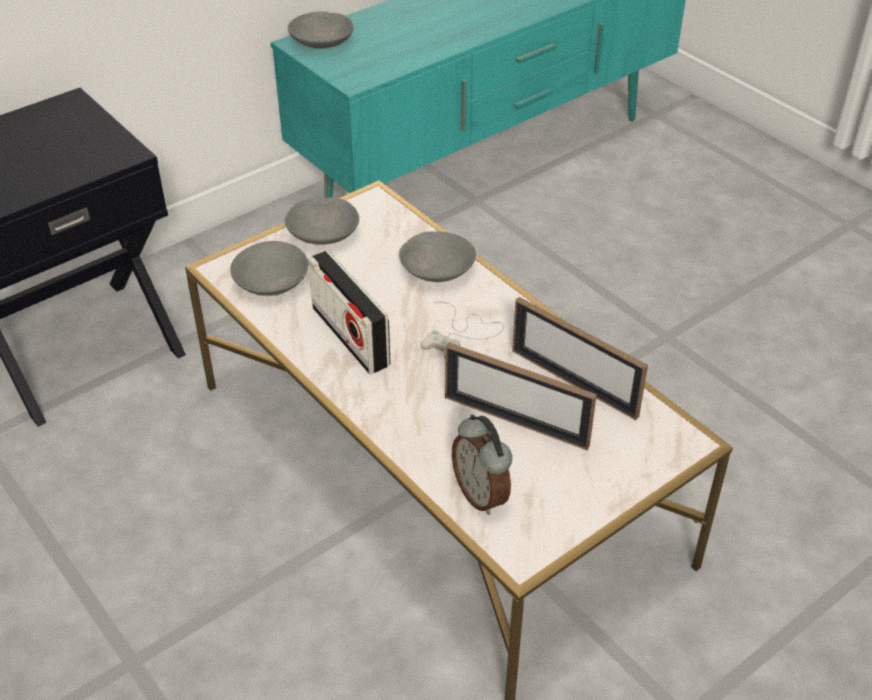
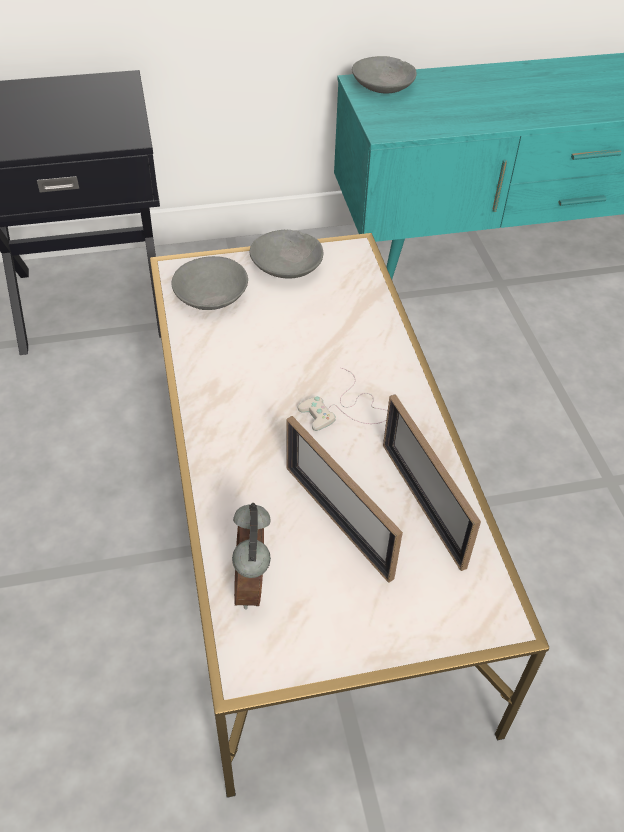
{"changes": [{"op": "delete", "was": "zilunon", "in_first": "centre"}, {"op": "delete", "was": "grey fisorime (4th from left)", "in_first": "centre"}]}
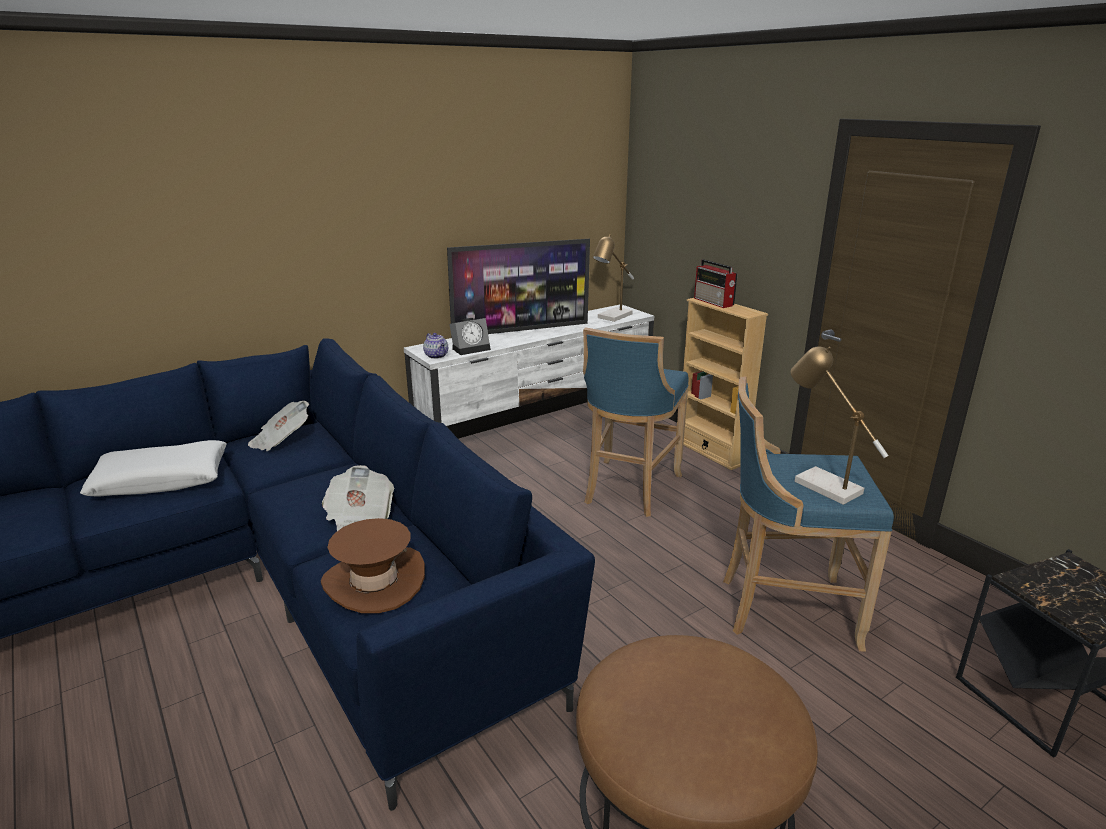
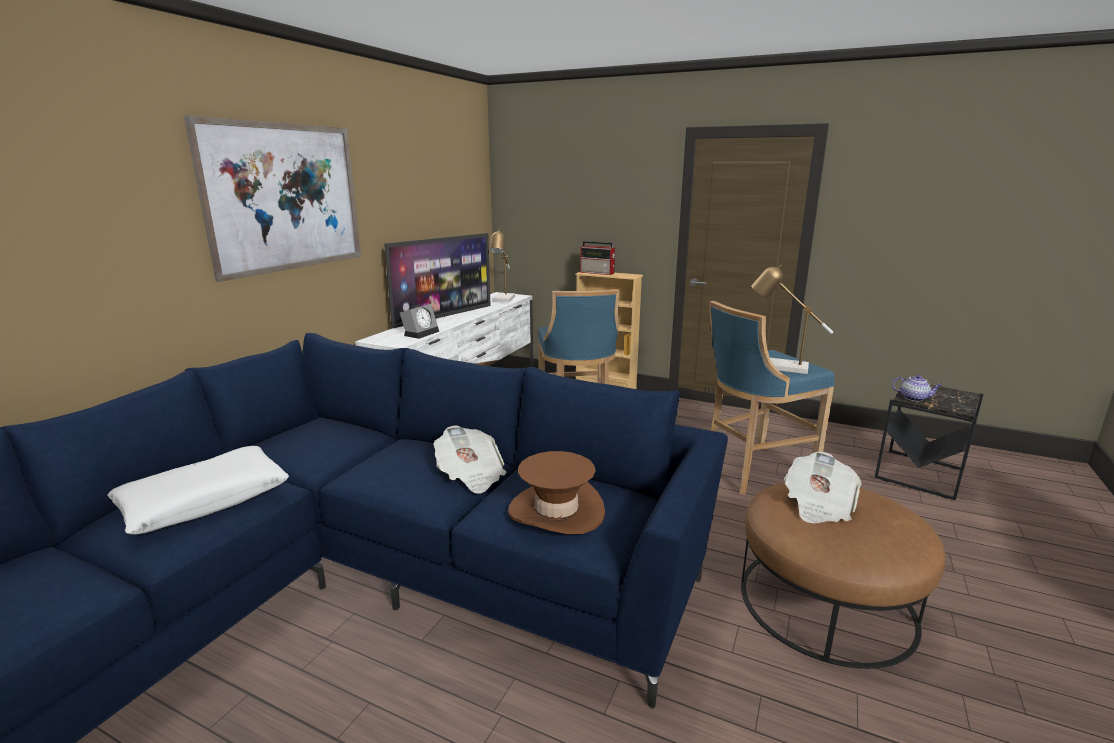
{"changes": [{"op": "insert", "now": "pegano", "in_second": "top left"}, {"op": "move", "was": "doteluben (1st from left in the first image)", "now": "doteluben (2nd from left)", "in_first": "middle left", "in_second": "middle right"}, {"op": "move", "was": "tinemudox", "in_first": "centre", "in_second": "middle right"}]}
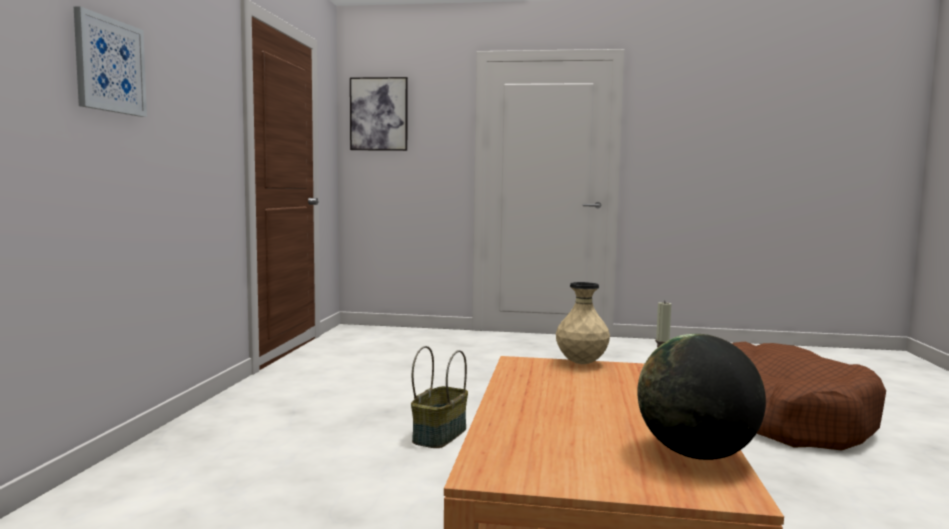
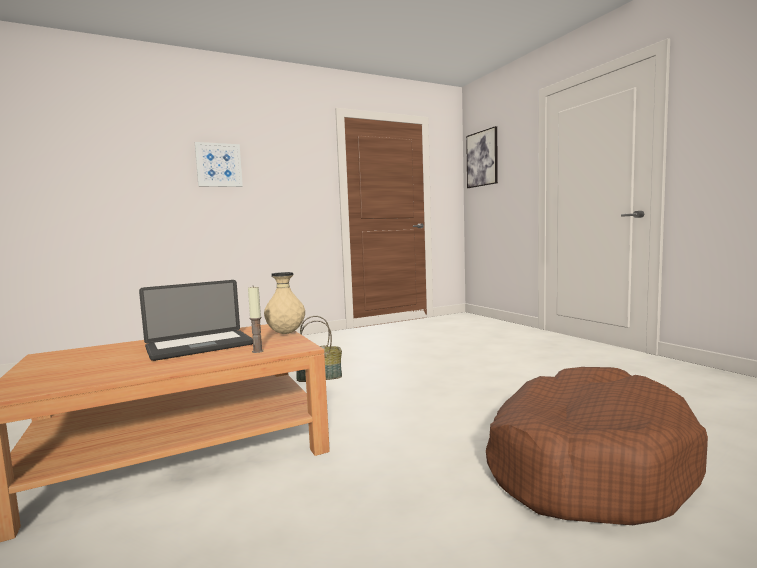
{"changes": [{"op": "insert", "now": "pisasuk", "in_second": "middle left"}, {"op": "delete", "was": "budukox", "in_first": "bottom right"}]}
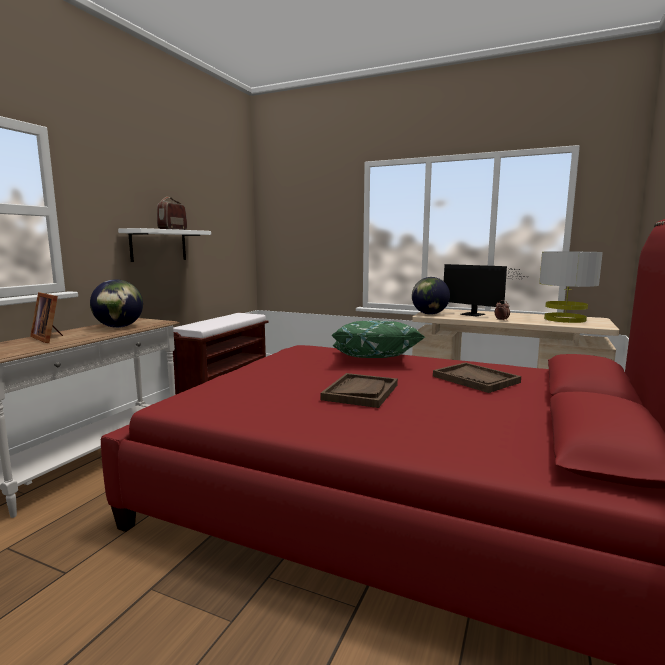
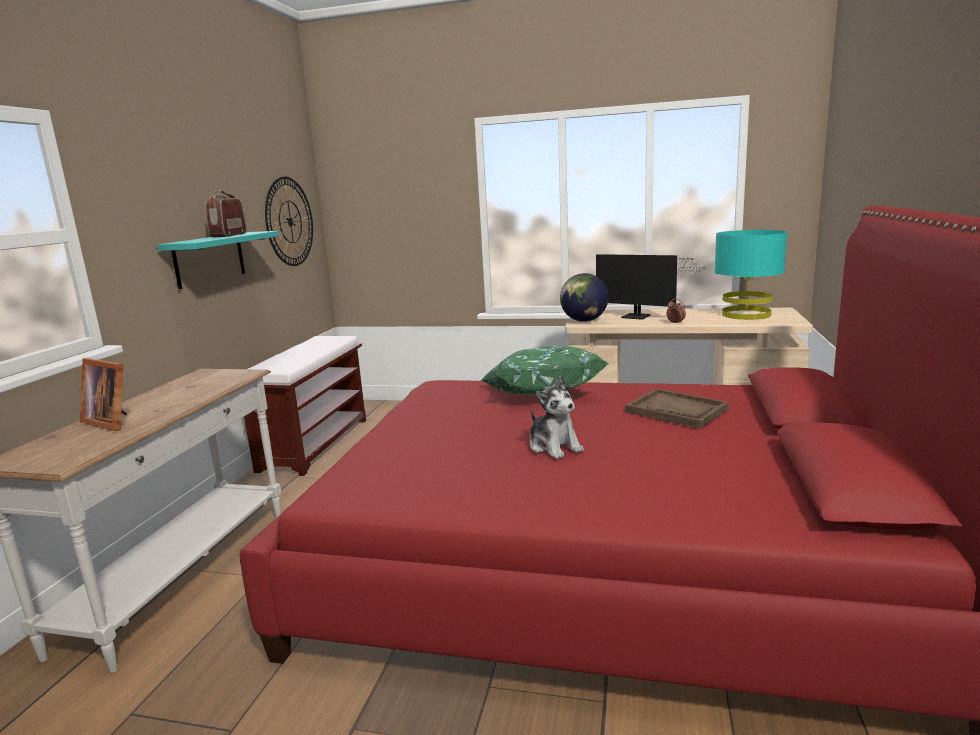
{"changes": [{"op": "recolor", "was": "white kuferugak", "now": "turquoise kuferugak", "in_first": "middle left", "in_second": "middle left"}, {"op": "insert", "now": "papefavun", "in_second": "top left"}, {"op": "replace", "was": "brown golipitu (1st from left)", "now": "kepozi", "in_first": "centre", "in_second": "centre"}, {"op": "recolor", "was": "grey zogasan", "now": "turquoise zogasan", "in_first": "middle right", "in_second": "middle right"}, {"op": "delete", "was": "budukox (1st from left)", "in_first": "middle left"}]}
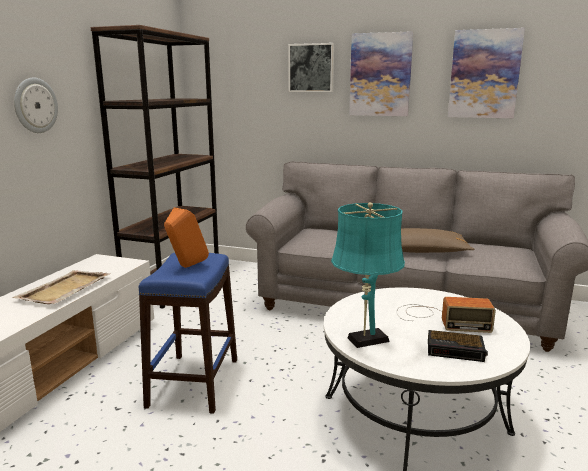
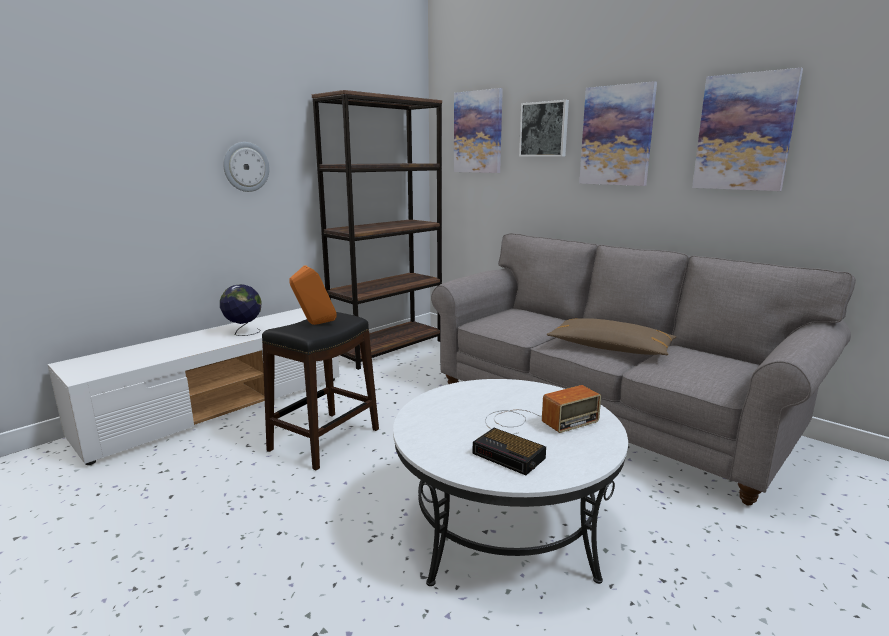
{"changes": [{"op": "replace", "was": "beige golipitu", "now": "budukox", "in_first": "middle left", "in_second": "middle left"}, {"op": "recolor", "was": "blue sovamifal", "now": "black sovamifal", "in_first": "bottom left", "in_second": "centre"}, {"op": "insert", "now": "pegano (1st from left)", "in_second": "top centre"}, {"op": "rotate", "was": "zilunon", "in_first": "bottom right", "in_second": "centre", "clockwise": -60}, {"op": "delete", "was": "turquoise zogasan", "in_first": "centre"}]}
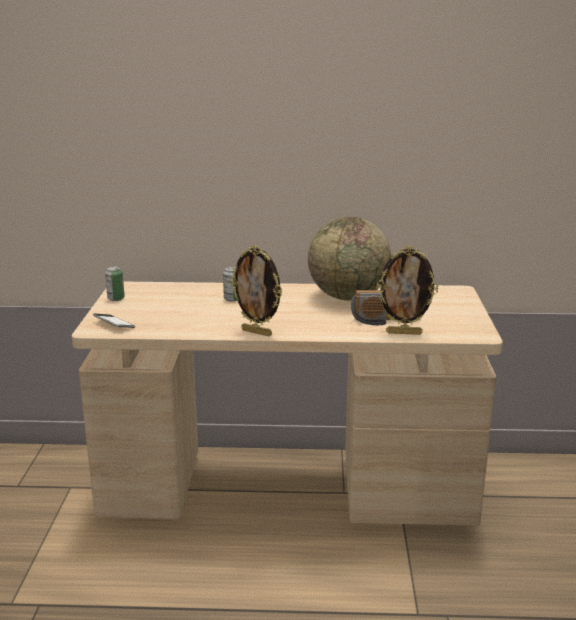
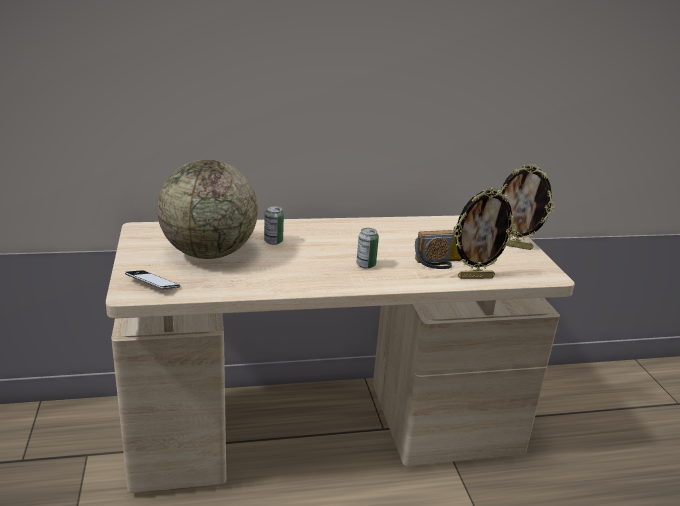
{"changes": [{"op": "move", "was": "budukox", "in_first": "centre", "in_second": "middle left"}, {"op": "move", "was": "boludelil (1st from left in the first image)", "now": "boludelil (2nd from left)", "in_first": "middle left", "in_second": "centre"}, {"op": "move", "was": "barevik (1st from left in the first image)", "now": "barevik (2nd from left)", "in_first": "centre", "in_second": "middle right"}]}
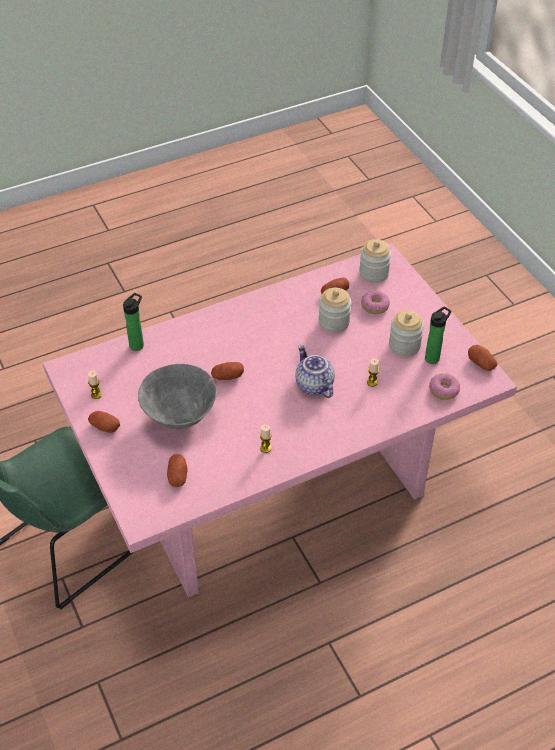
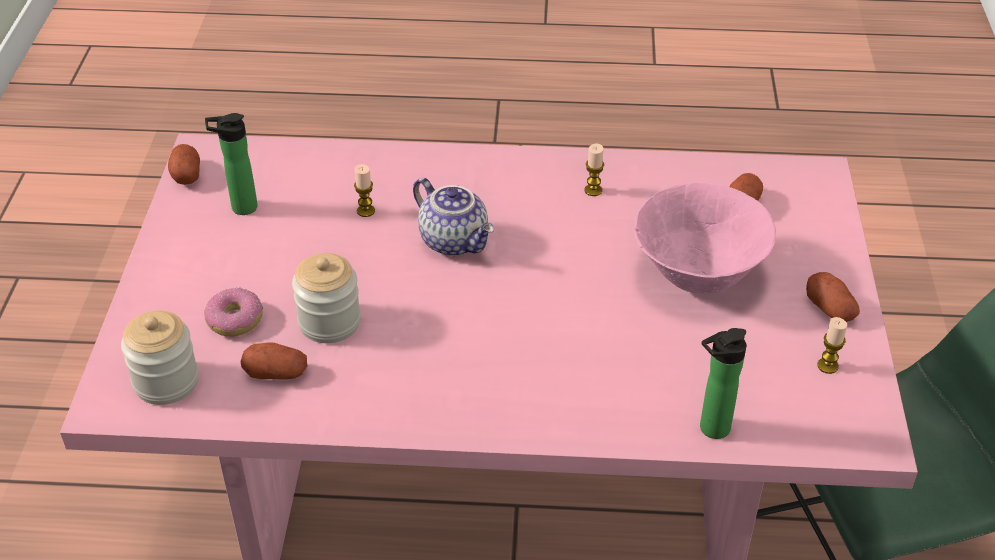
{"changes": [{"op": "rotate", "was": "tinemudox", "in_first": "centre", "in_second": "centre", "clockwise": -45}, {"op": "recolor", "was": "grey fisorime", "now": "pink fisorime", "in_first": "middle left", "in_second": "middle right"}, {"op": "delete", "was": "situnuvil (3rd from left)", "in_first": "centre"}, {"op": "delete", "was": "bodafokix (3rd from left)", "in_first": "middle right"}, {"op": "delete", "was": "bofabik (2nd from left)", "in_first": "middle right"}]}
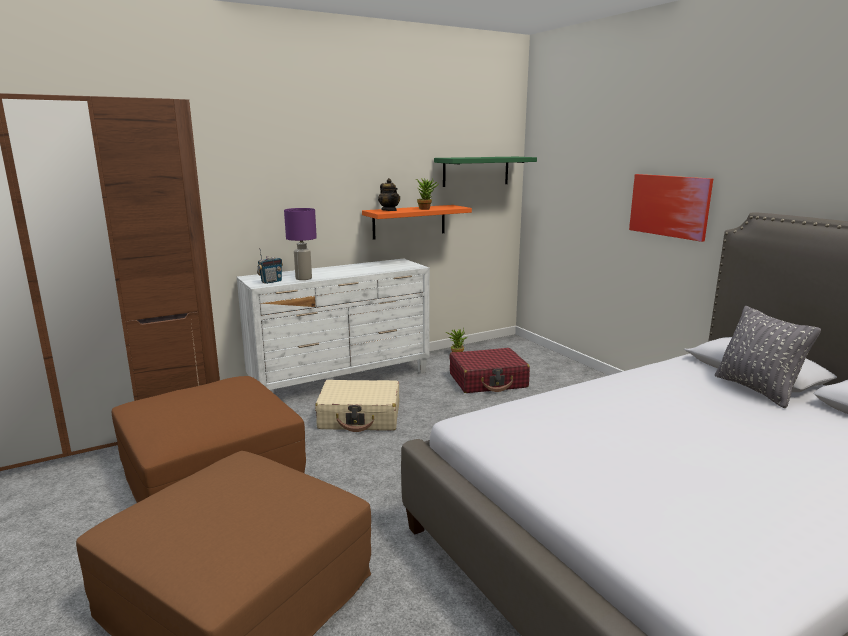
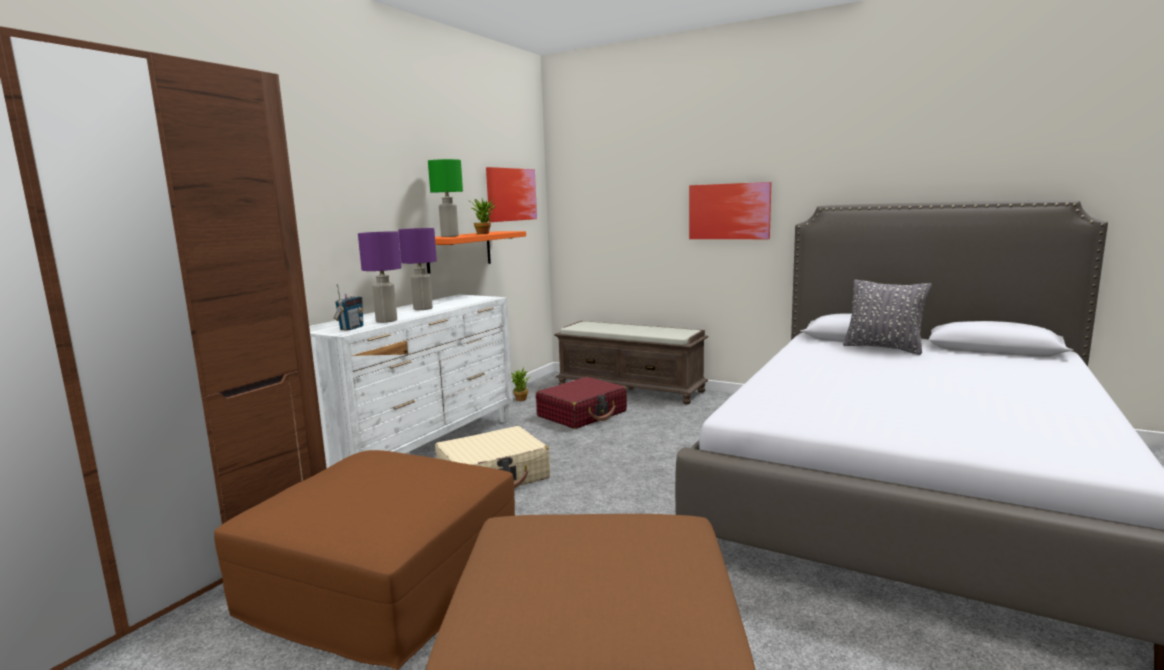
{"changes": [{"op": "insert", "now": "purple zogasan (2nd from left)", "in_second": "centre"}, {"op": "replace", "was": "tinemudox", "now": "green zogasan", "in_first": "top centre", "in_second": "top centre"}, {"op": "replace", "was": "green kuferugak", "now": "pegano (1st from left)", "in_first": "top centre", "in_second": "top centre"}, {"op": "insert", "now": "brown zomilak", "in_second": "centre"}]}
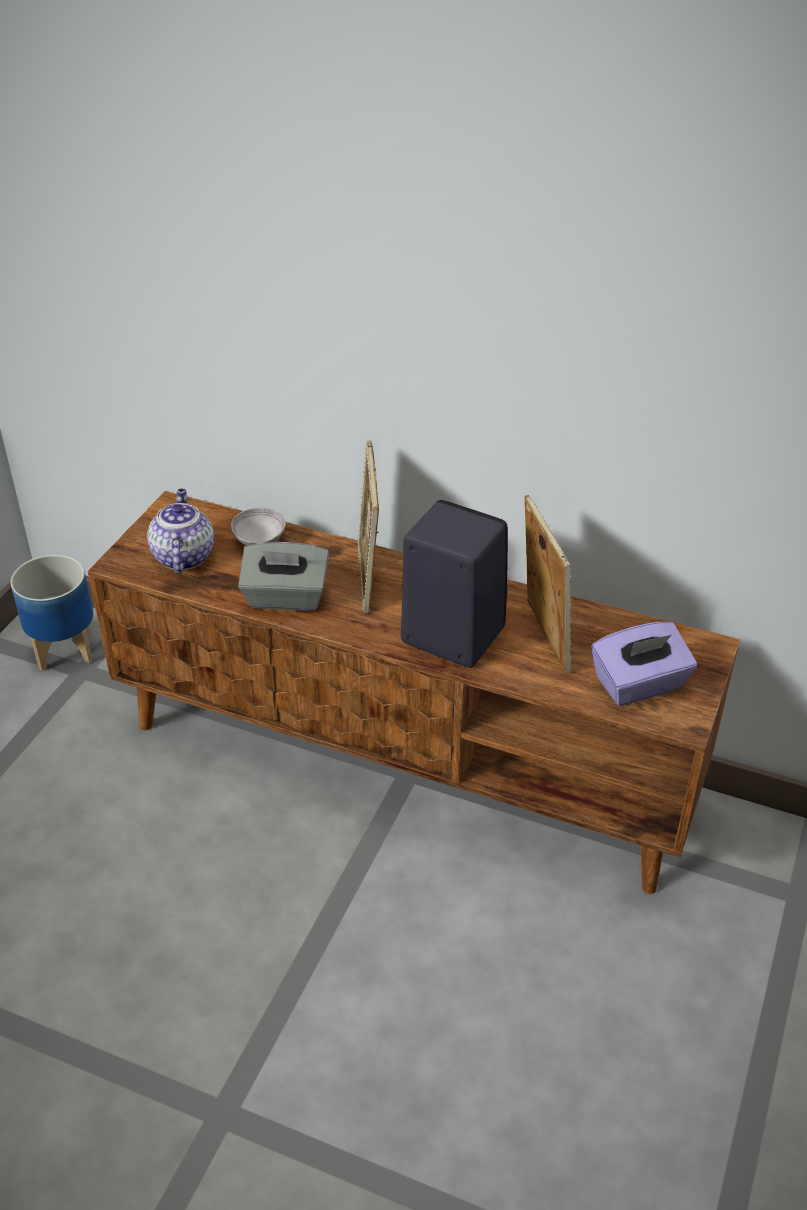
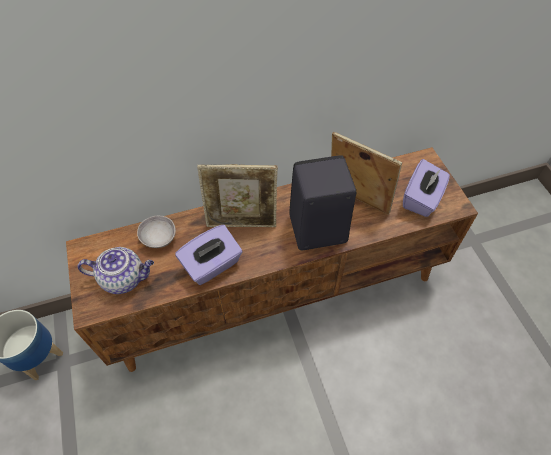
{"changes": [{"op": "rotate", "was": "tinemudox", "in_first": "middle left", "in_second": "middle left", "clockwise": 135}, {"op": "recolor", "was": "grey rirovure", "now": "purple rirovure (1st from left)", "in_first": "centre", "in_second": "centre"}, {"op": "rotate", "was": "barevik (1st from left)", "in_first": "centre", "in_second": "centre", "clockwise": -45}]}
